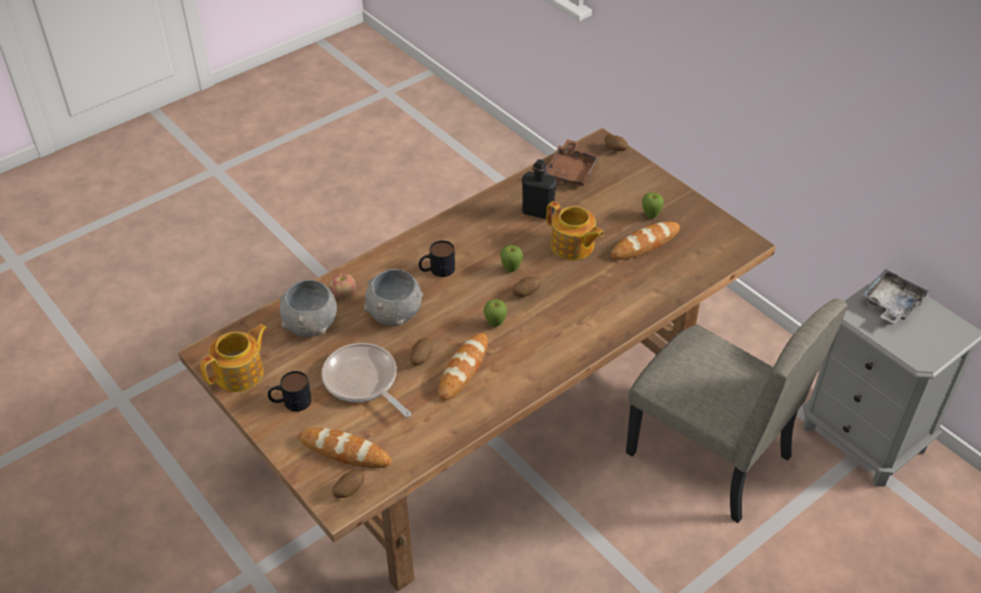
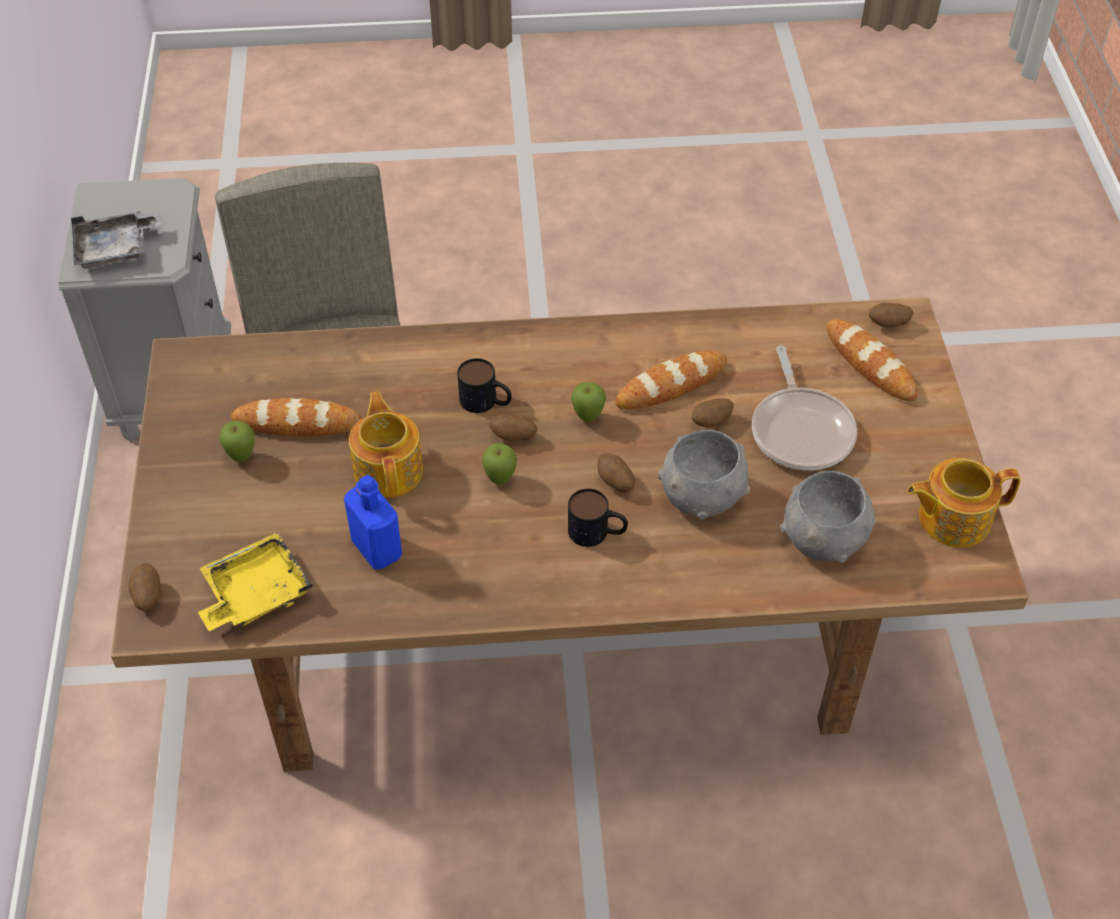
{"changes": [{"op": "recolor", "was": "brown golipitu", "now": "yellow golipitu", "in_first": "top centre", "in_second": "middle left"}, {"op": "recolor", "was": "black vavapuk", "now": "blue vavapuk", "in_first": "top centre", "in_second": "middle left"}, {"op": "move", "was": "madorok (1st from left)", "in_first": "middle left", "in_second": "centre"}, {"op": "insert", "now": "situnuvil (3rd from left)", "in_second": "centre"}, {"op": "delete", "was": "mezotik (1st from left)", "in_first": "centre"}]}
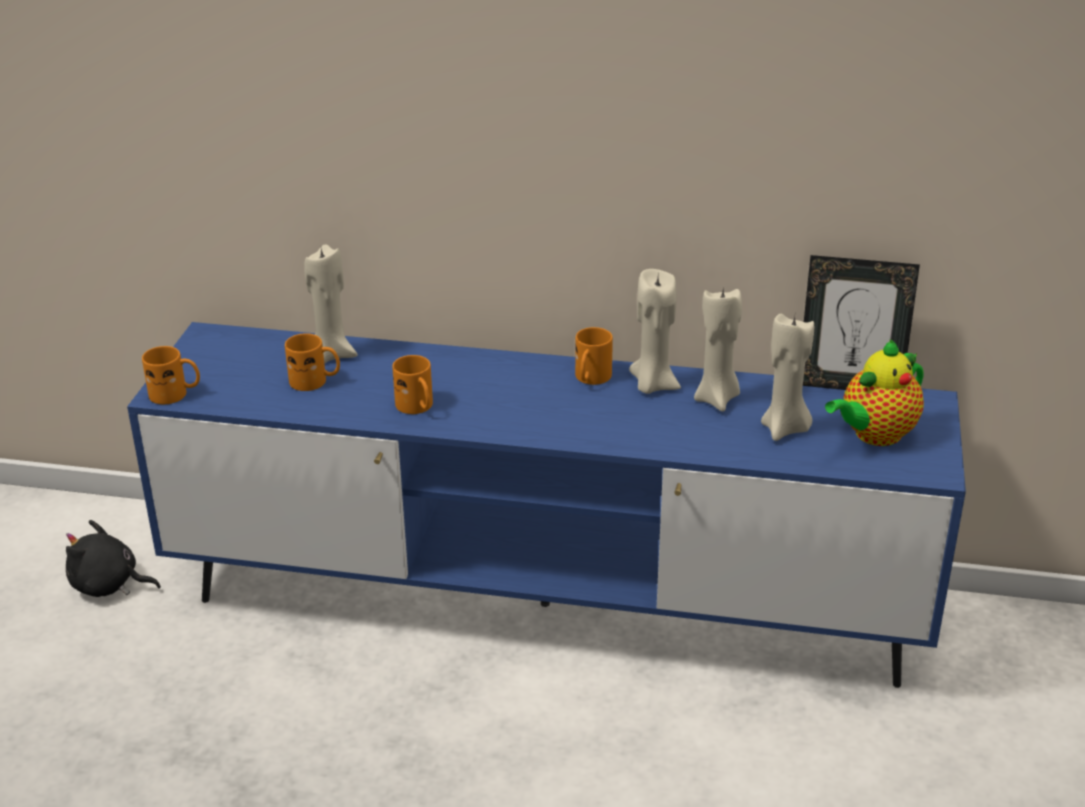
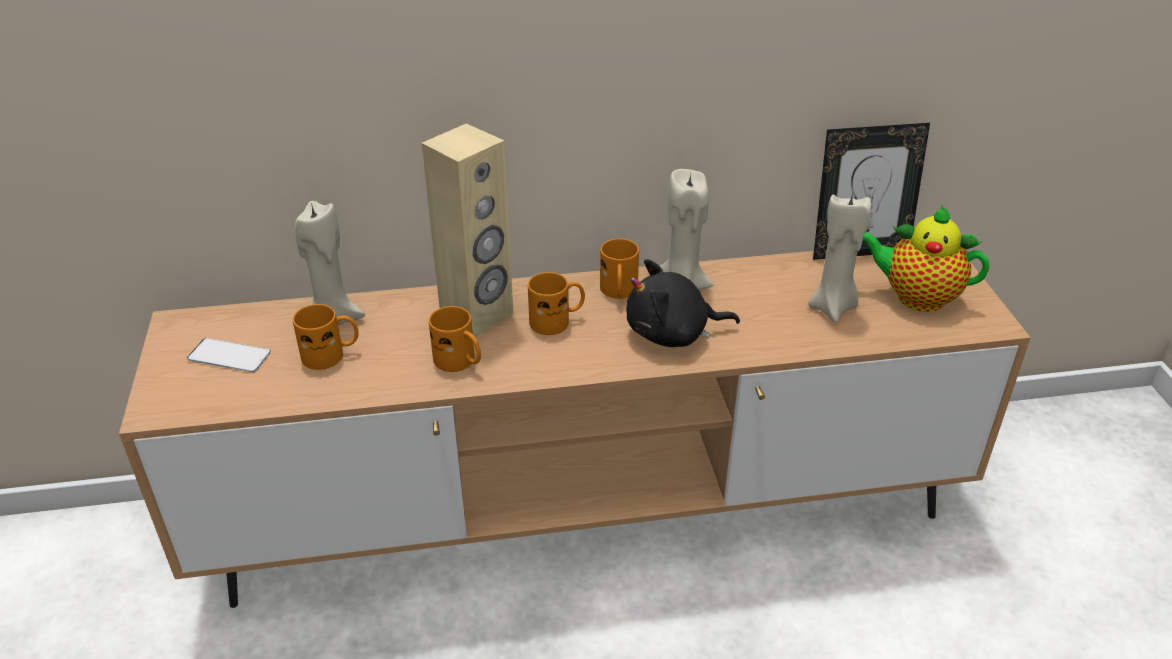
{"changes": [{"op": "recolor", "was": "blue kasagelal", "now": "brown kasagelal", "in_first": "centre", "in_second": "centre"}, {"op": "insert", "now": "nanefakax", "in_second": "middle left"}, {"op": "insert", "now": "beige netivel", "in_second": "centre"}, {"op": "move", "was": "orange madorok (1st from left in the first image)", "now": "orange madorok (3rd from left)", "in_first": "middle left", "in_second": "centre"}, {"op": "move", "was": "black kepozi", "in_first": "bottom left", "in_second": "centre"}, {"op": "rotate", "was": "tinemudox", "in_first": "middle right", "in_second": "middle right", "clockwise": 75}, {"op": "delete", "was": "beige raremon (3rd from left)", "in_first": "centre"}]}
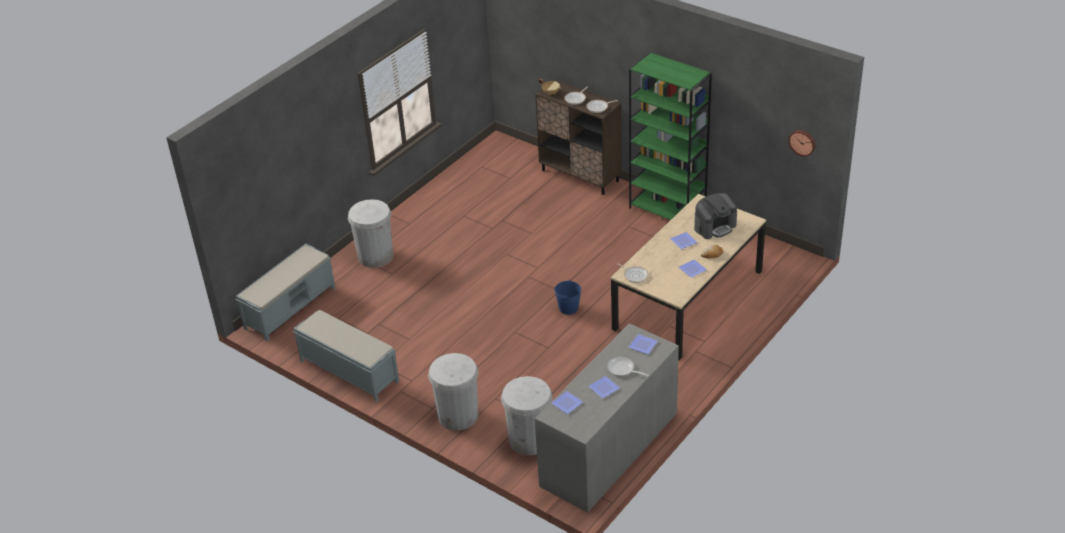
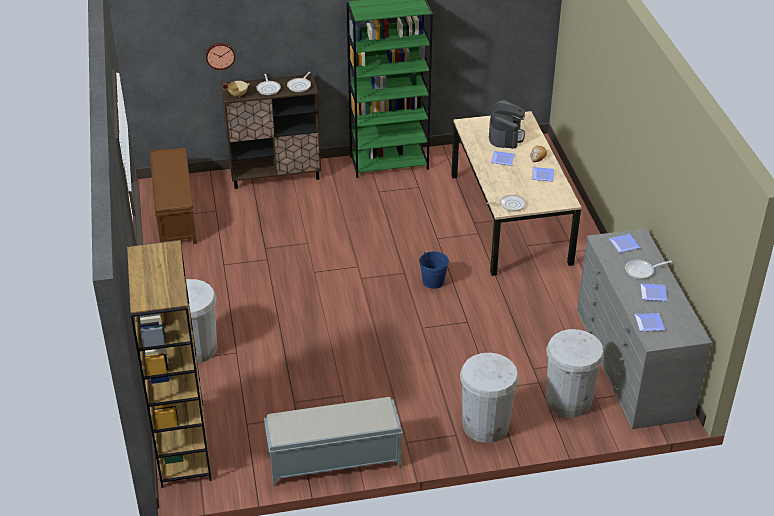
{"changes": [{"op": "replace", "was": "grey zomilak (1st from left)", "now": "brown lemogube", "in_first": "middle left", "in_second": "bottom left"}, {"op": "insert", "now": "brown zomilak", "in_second": "middle left"}, {"op": "move", "was": "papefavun", "in_first": "top right", "in_second": "top left"}]}
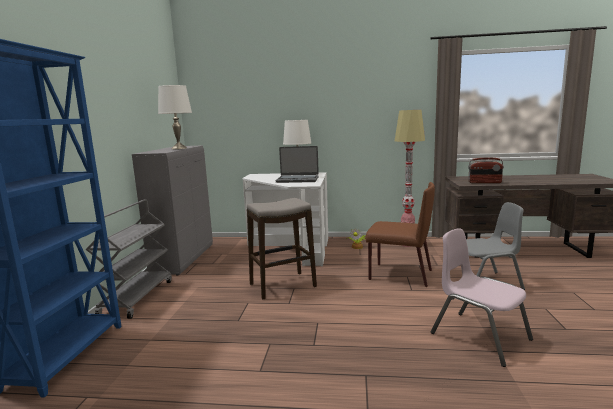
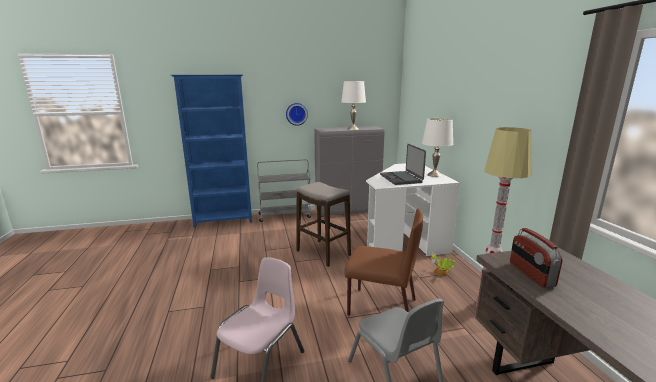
{"changes": [{"op": "insert", "now": "papefavun", "in_second": "top centre"}, {"op": "rotate", "was": "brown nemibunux", "in_first": "centre", "in_second": "bottom centre", "clockwise": -75}]}
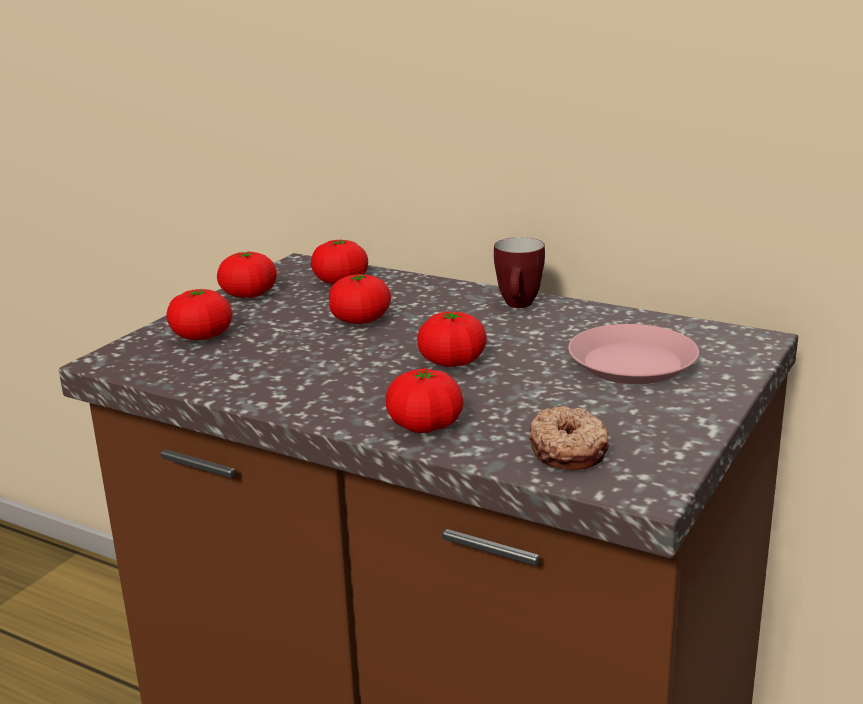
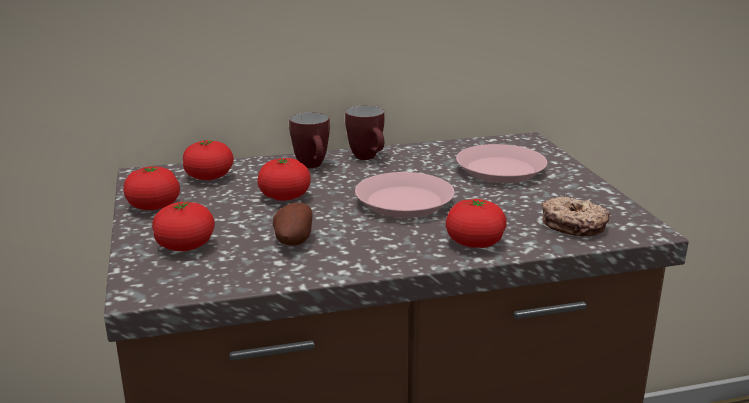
{"changes": [{"op": "insert", "now": "situnuvil", "in_second": "centre"}, {"op": "insert", "now": "madorok (1st from left)", "in_second": "centre"}, {"op": "replace", "was": "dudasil (6th from left)", "now": "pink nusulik (1st from left)", "in_first": "centre", "in_second": "centre"}]}
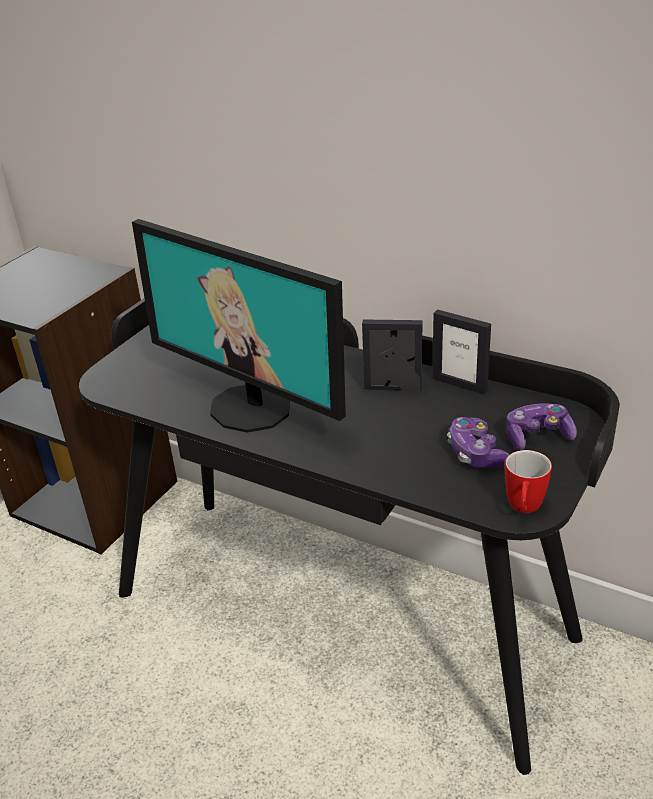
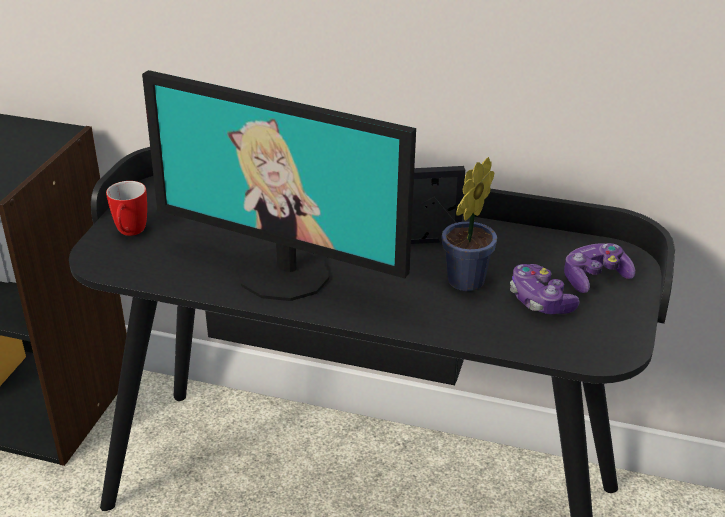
{"changes": [{"op": "move", "was": "madorok", "in_first": "middle right", "in_second": "middle left"}, {"op": "insert", "now": "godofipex", "in_second": "centre"}, {"op": "delete", "was": "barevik (2nd from left)", "in_first": "middle right"}]}
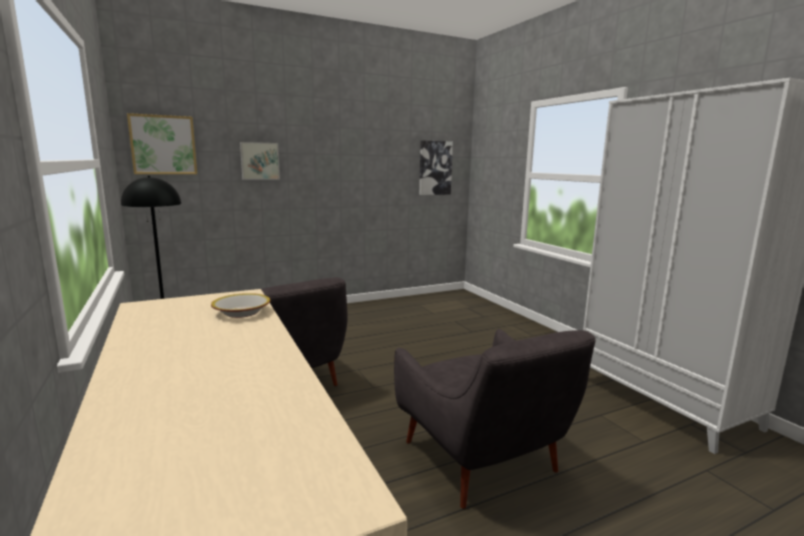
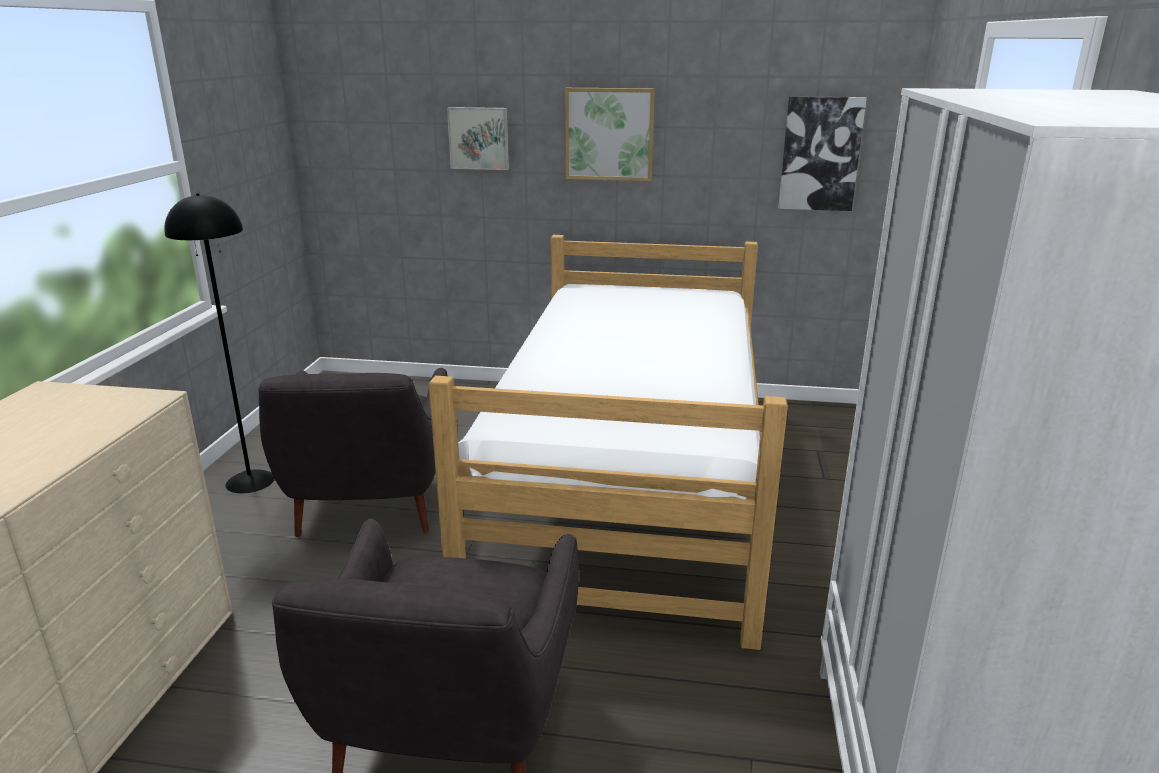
{"changes": [{"op": "insert", "now": "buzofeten", "in_second": "centre"}, {"op": "move", "was": "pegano (1st from left in the first image)", "now": "pegano (2nd from left)", "in_first": "top left", "in_second": "top centre"}, {"op": "delete", "was": "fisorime", "in_first": "middle left"}]}
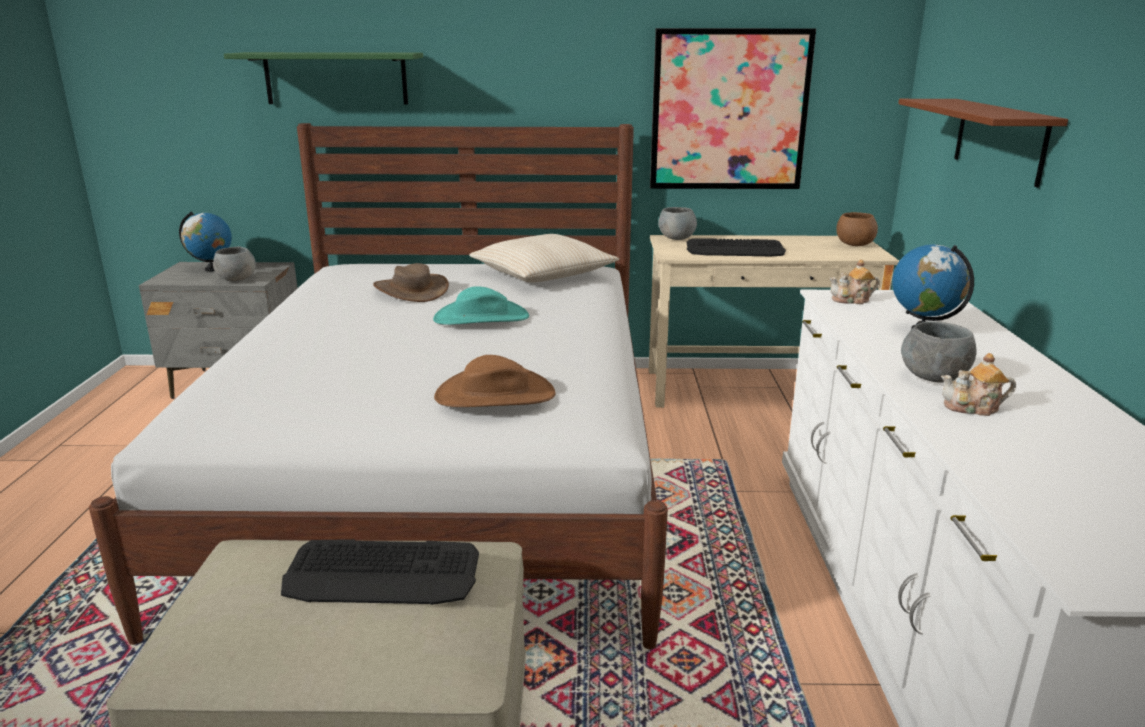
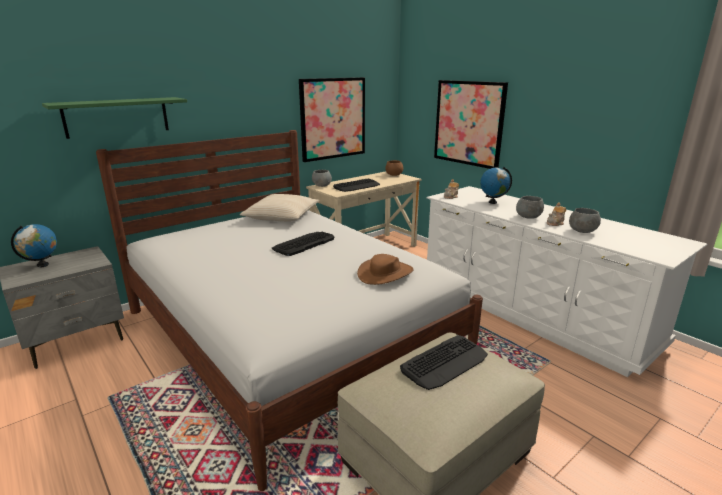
{"changes": [{"op": "replace", "was": "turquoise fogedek", "now": "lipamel (1st from left)", "in_first": "centre", "in_second": "centre"}, {"op": "replace", "was": "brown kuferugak", "now": "pegano (2nd from left)", "in_first": "top right", "in_second": "top centre"}, {"op": "move", "was": "grey fisorime (1st from left in the first image)", "now": "grey fisorime (3rd from left)", "in_first": "middle left", "in_second": "middle right"}, {"op": "delete", "was": "brown fogedek (1st from left)", "in_first": "centre"}]}
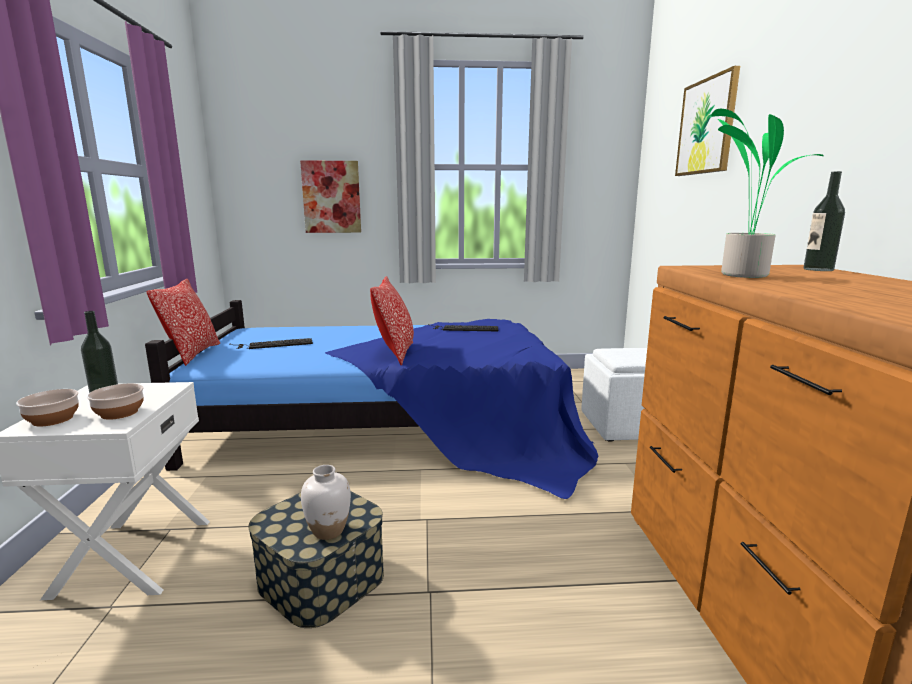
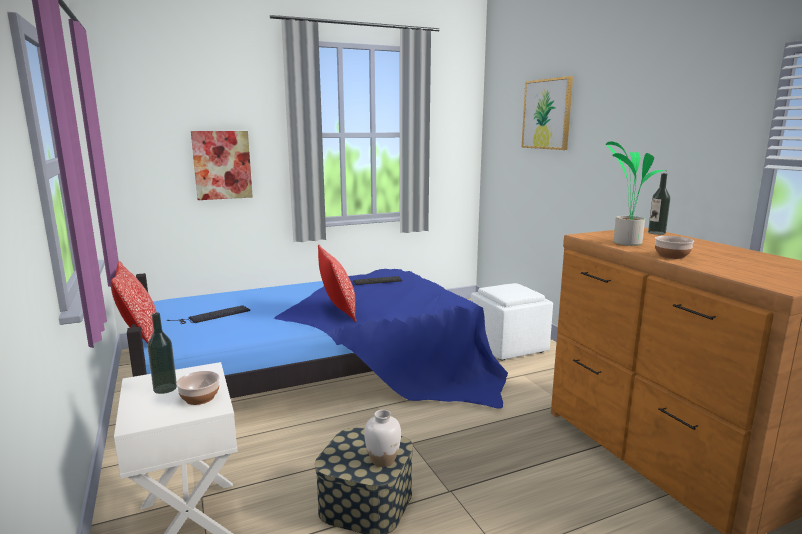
{"changes": [{"op": "move", "was": "fisorime (1st from left in the first image)", "now": "fisorime (2nd from left)", "in_first": "middle left", "in_second": "middle right"}]}
